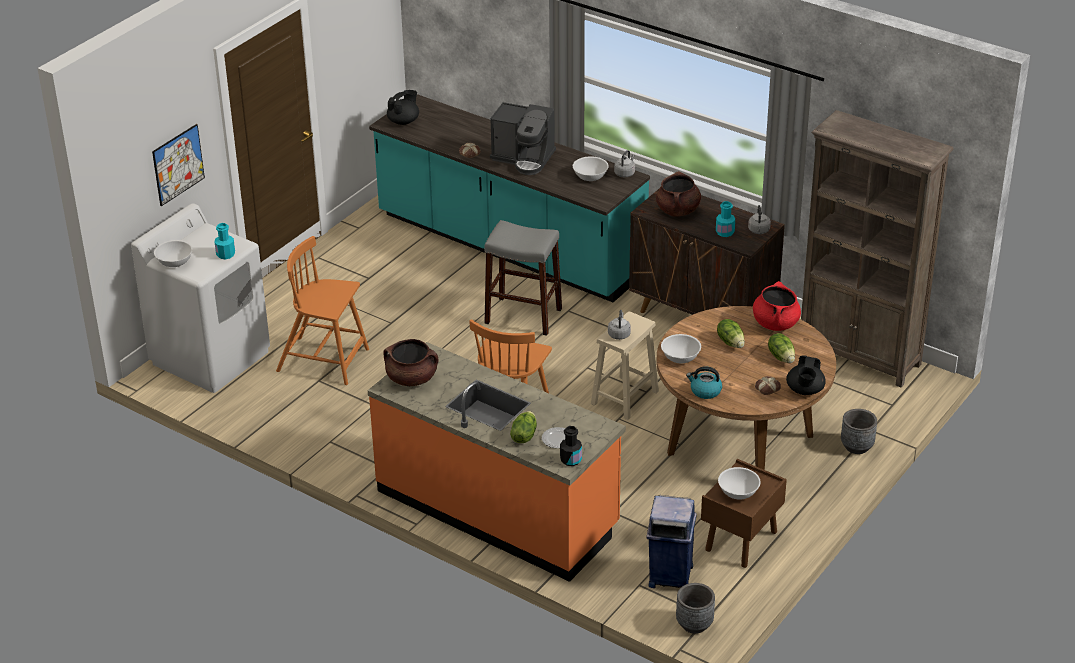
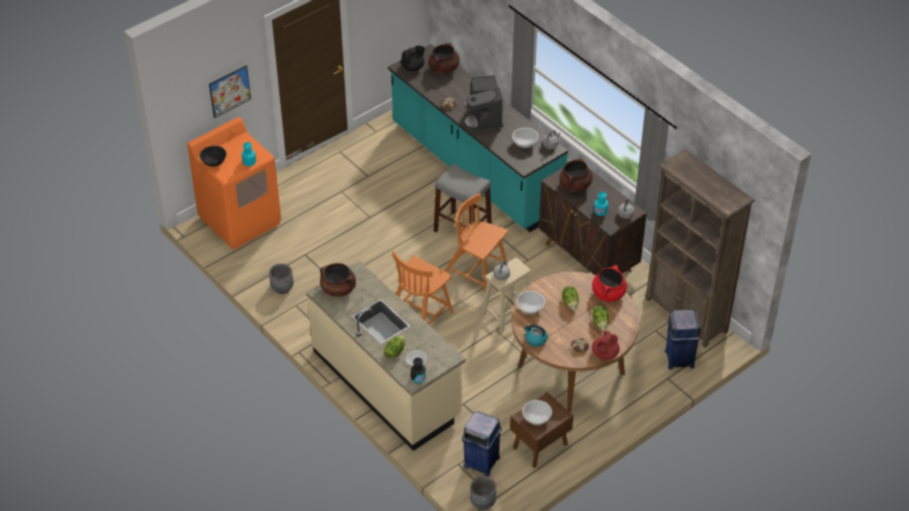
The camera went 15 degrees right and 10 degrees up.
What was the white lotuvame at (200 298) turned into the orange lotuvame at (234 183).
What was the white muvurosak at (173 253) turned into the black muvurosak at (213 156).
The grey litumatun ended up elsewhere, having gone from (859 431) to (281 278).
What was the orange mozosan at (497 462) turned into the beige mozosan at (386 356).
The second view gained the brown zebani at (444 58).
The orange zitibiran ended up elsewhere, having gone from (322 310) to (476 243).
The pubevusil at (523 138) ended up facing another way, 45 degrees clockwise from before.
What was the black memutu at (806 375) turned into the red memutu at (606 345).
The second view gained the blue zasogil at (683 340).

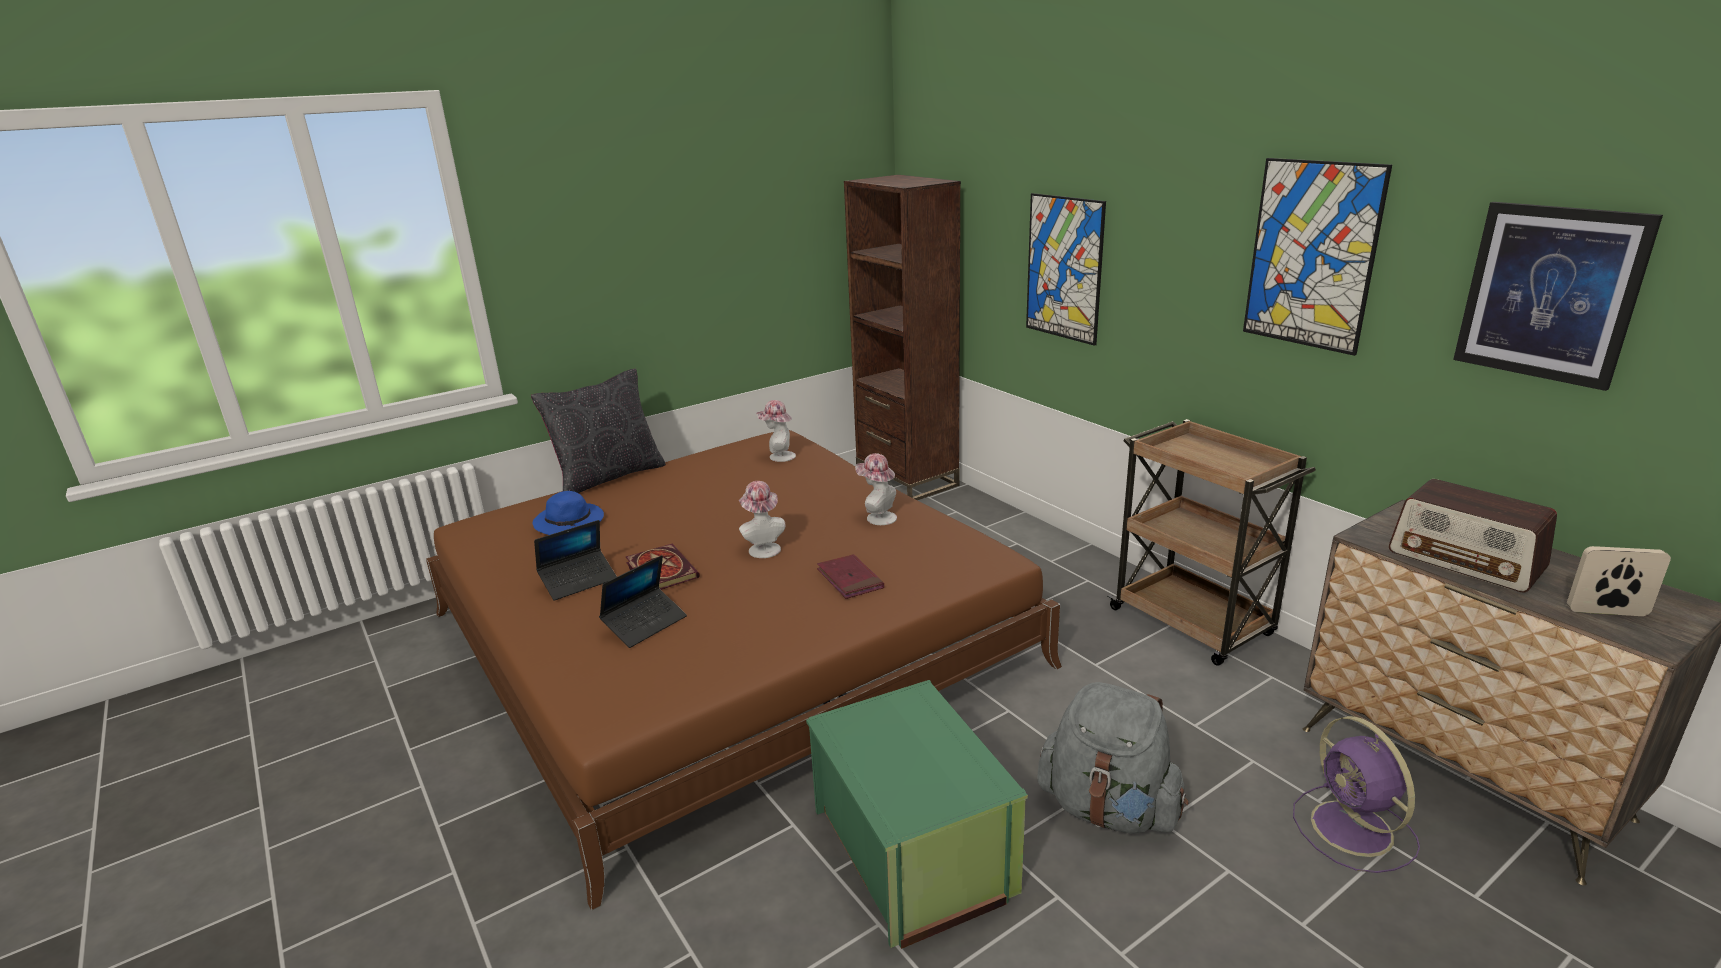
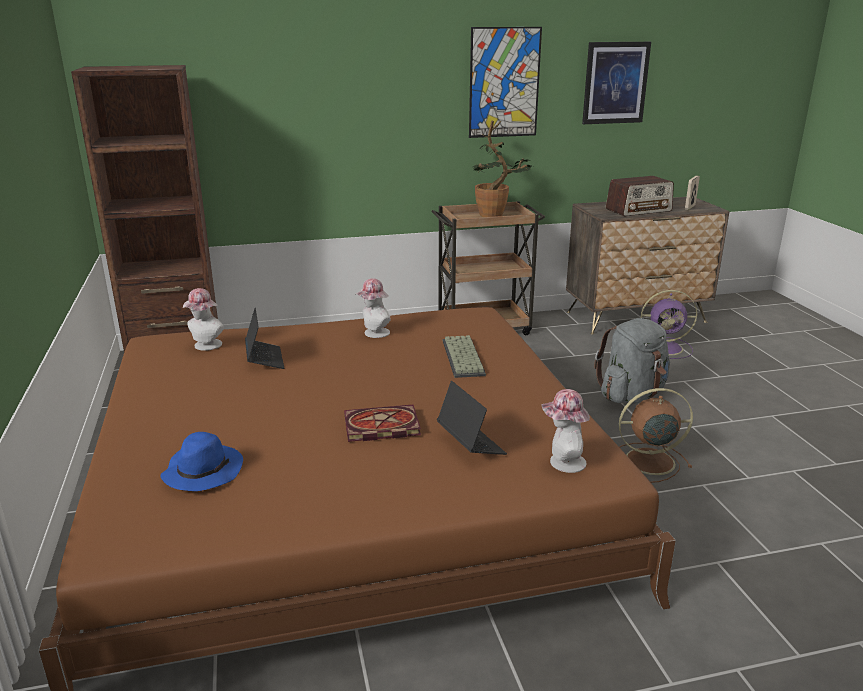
The camera went 70 degrees left and 0 degrees up.
The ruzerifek ended up elsewhere, having gone from (575 560) to (264 338).
Where the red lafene stood at (850 576), the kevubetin came to stand at (464 356).
The second view gained the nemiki at (502 169).
The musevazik ended up elsewhere, having gone from (762 519) to (565 431).
Where the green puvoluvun stood at (917 814), the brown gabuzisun came to stand at (656 435).
The second view lost the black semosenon at (598 431).
The second view lost the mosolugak at (1066 269).

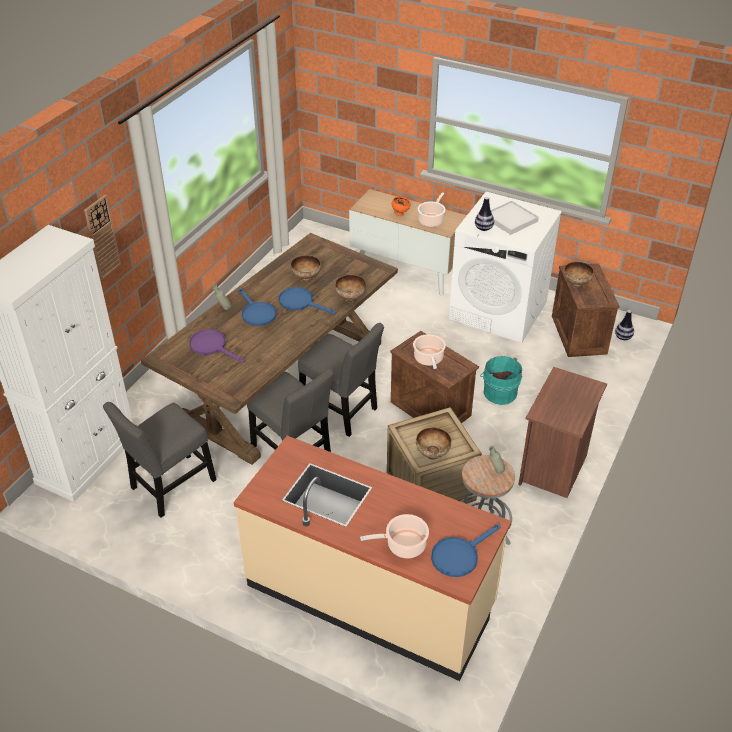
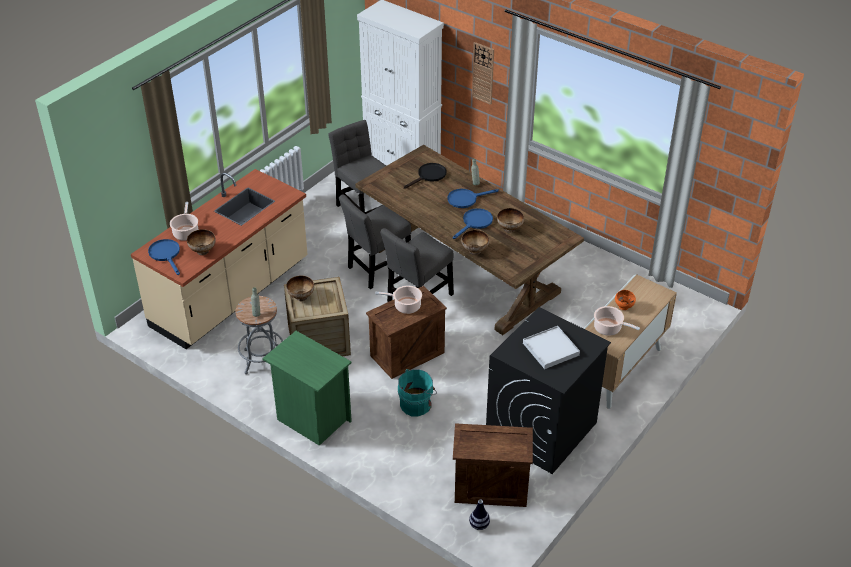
The camera went 100 degrees right and 0 degrees up.
The muvurosak ended up elsewhere, having gone from (579 274) to (201 242).
What was the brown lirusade at (562 432) turned into the green lirusade at (307 388).
What was the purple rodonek at (216 346) turned into the black rodonek at (425 176).
What was the white lotuvame at (505 267) turned into the black lotuvame at (548 390).
The second view lost the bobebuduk at (484 214).

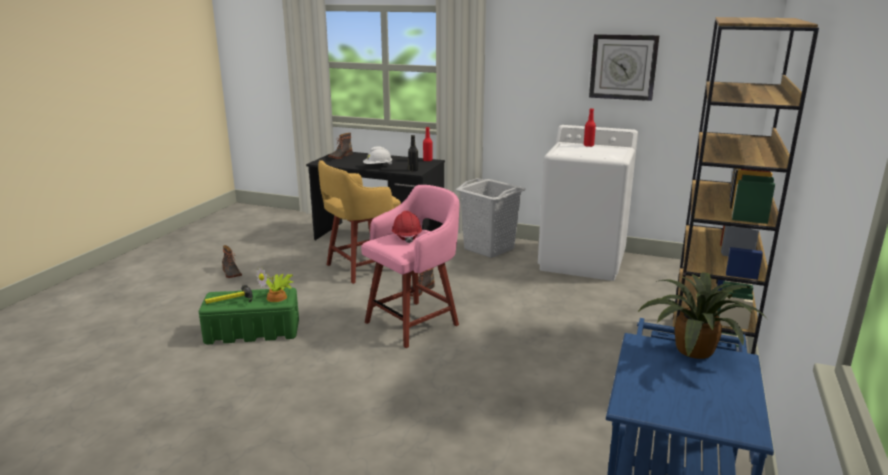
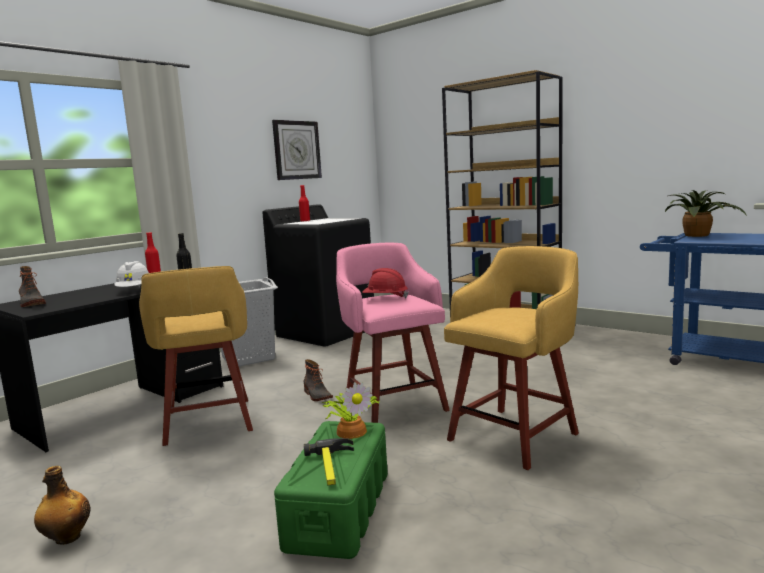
The camera went 70 degrees left and 10 degrees down.
Where the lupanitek stood at (232 261), the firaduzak came to stand at (62 505).
What was the white lotuvame at (588 203) turned into the black lotuvame at (318 275).
The second view gained the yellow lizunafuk at (511 358).

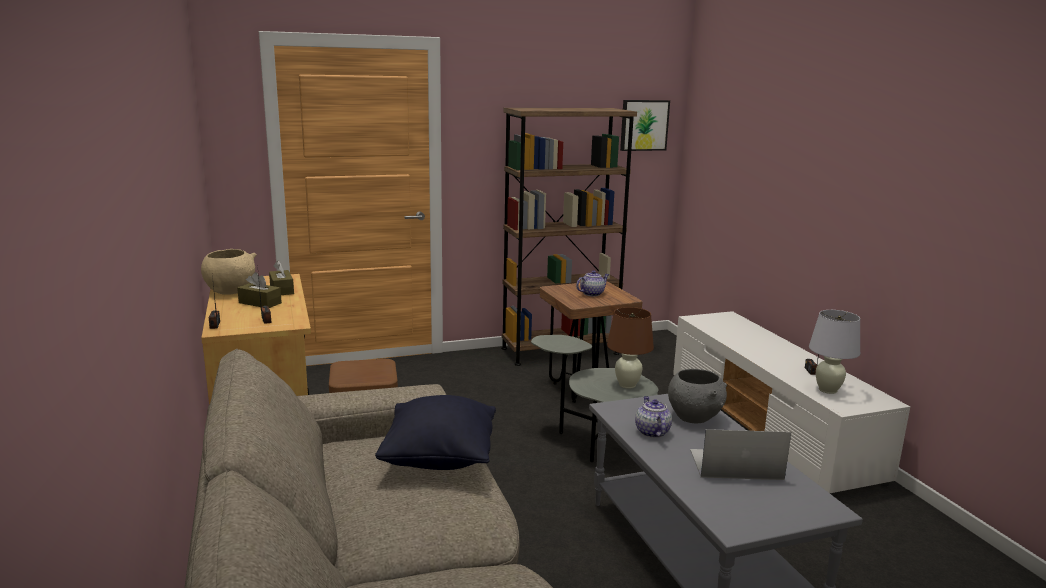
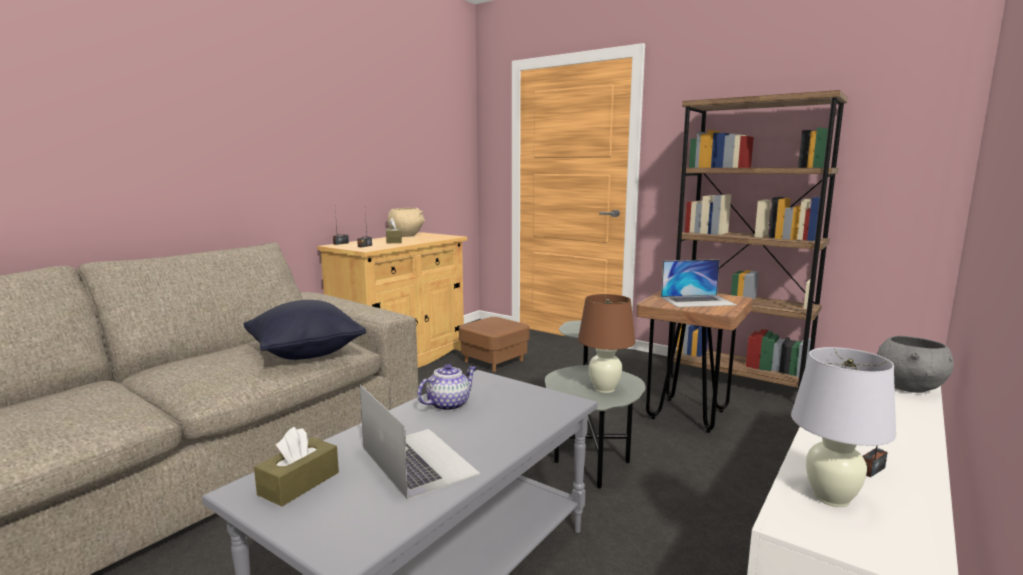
The camera went 55 degrees right and 5 degrees down.
The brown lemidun ended up elsewhere, having gone from (281 278) to (296 466).
Where the memutu stood at (592 283), the ruzerifek came to stand at (699 283).
The grey muvurosak ended up elsewhere, having gone from (697 396) to (915 364).
The second view lost the mosolugak at (645 125).

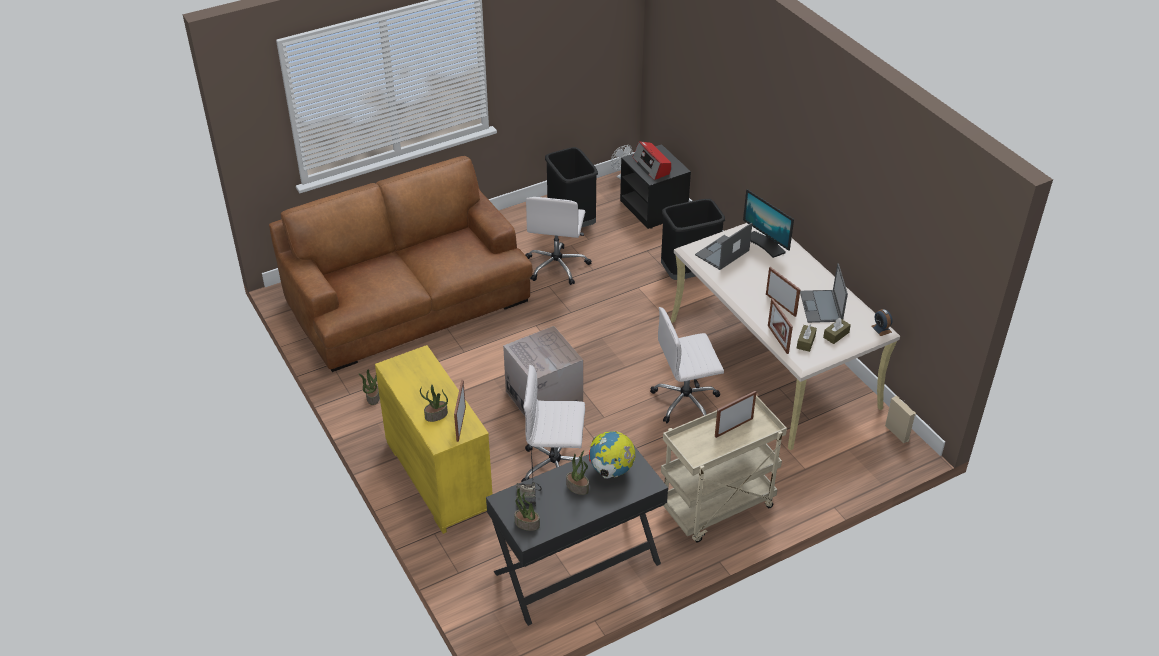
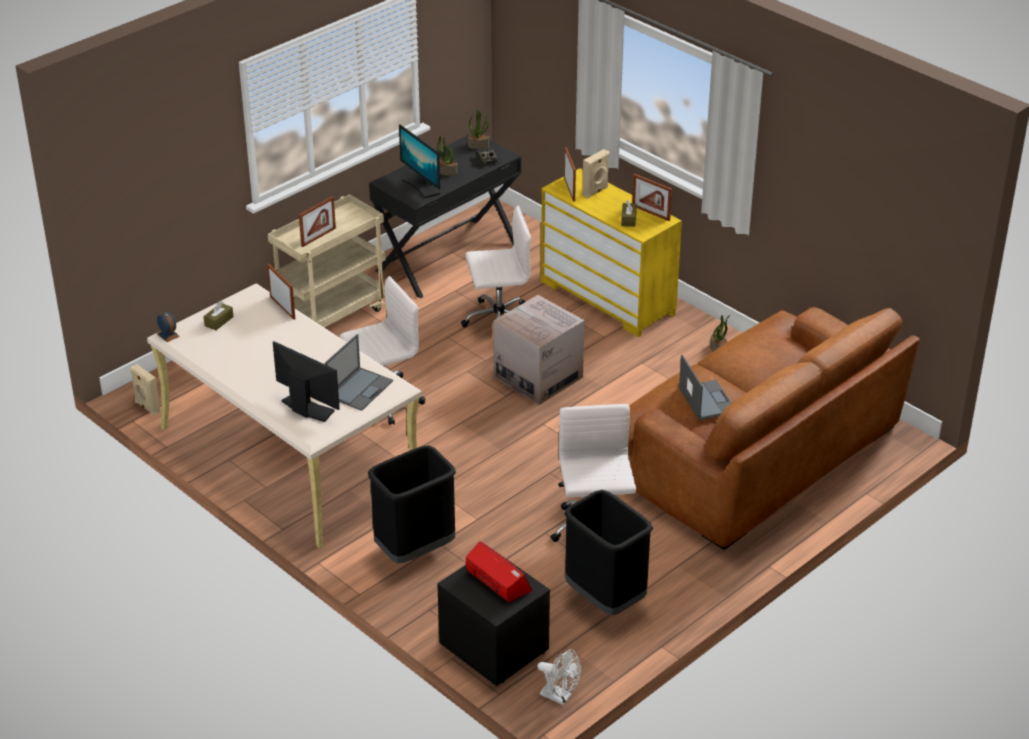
The camera went 165 degrees right and 5 degrees down.
Where the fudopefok stood at (612 455), the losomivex came to stand at (419 161).
Where the nemiki stood at (434 403), the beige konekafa came to stand at (595 173).
The brown lemidun ended up elsewhere, having gone from (807 338) to (629 213).
The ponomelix ended up elsewhere, having gone from (783 292) to (652 197).
The ruzerifek ended up elsewhere, having gone from (824 293) to (705 387).

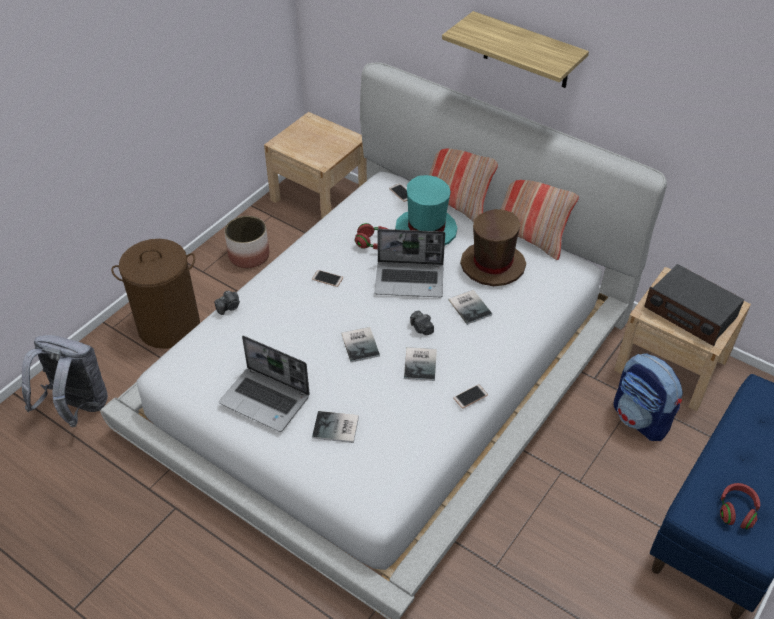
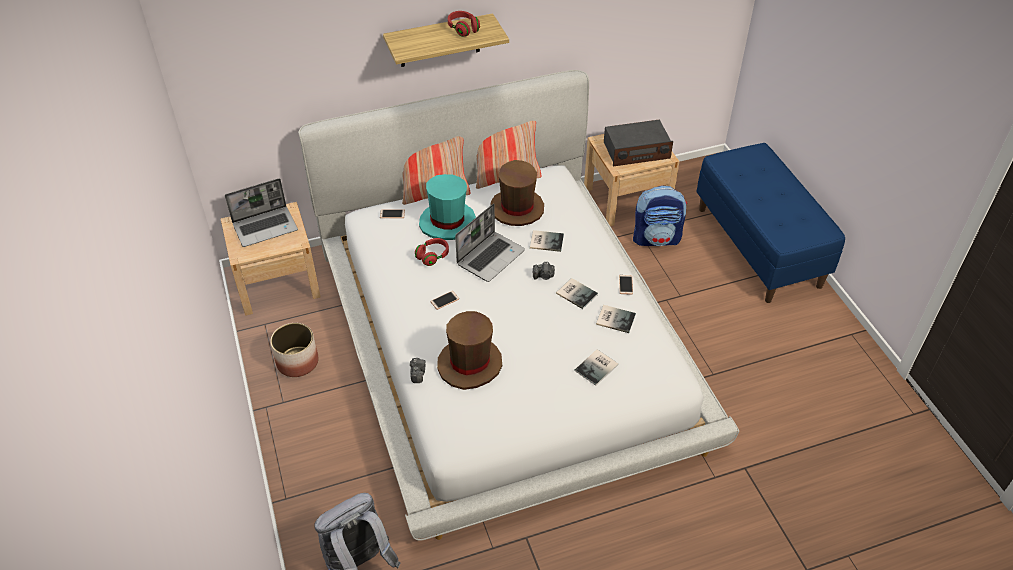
The camera went 55 degrees left and 0 degrees up.
The ruzerifek ended up elsewhere, having gone from (264 384) to (261 212).
The second view gained the brown musevazik at (469 350).
The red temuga ended up elsewhere, having gone from (740 506) to (464 24).
The lafene ended up elsewhere, having gone from (360 344) to (616 319).
The second view lost the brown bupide at (155 294).

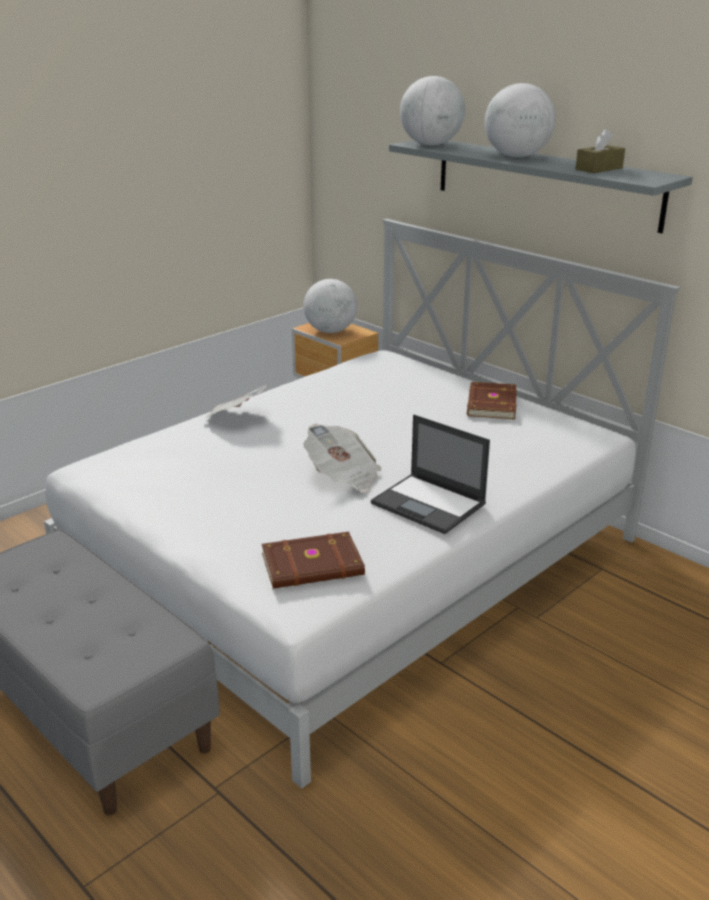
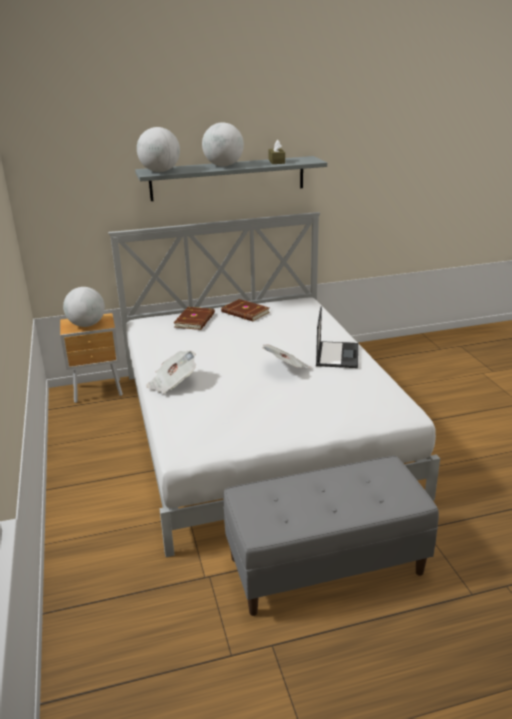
The camera went 60 degrees left and 0 degrees up.
The brown lafene ended up elsewhere, having gone from (313 560) to (194 318).
The ruzerifek at (430 474) ended up facing another way, 60 degrees counterclockwise from before.

